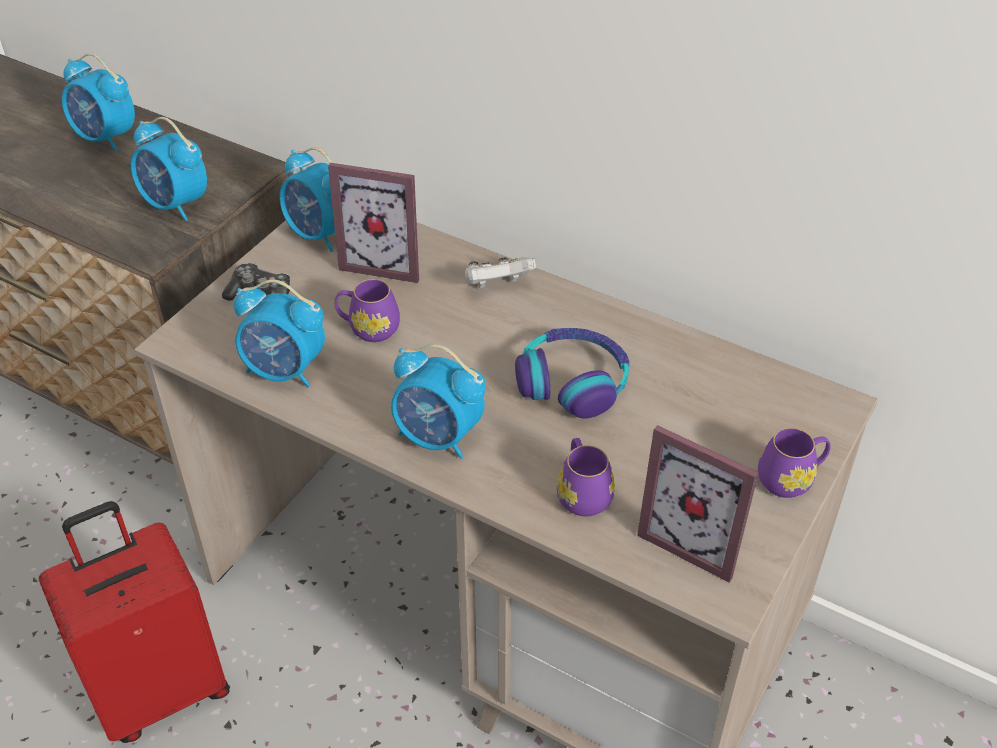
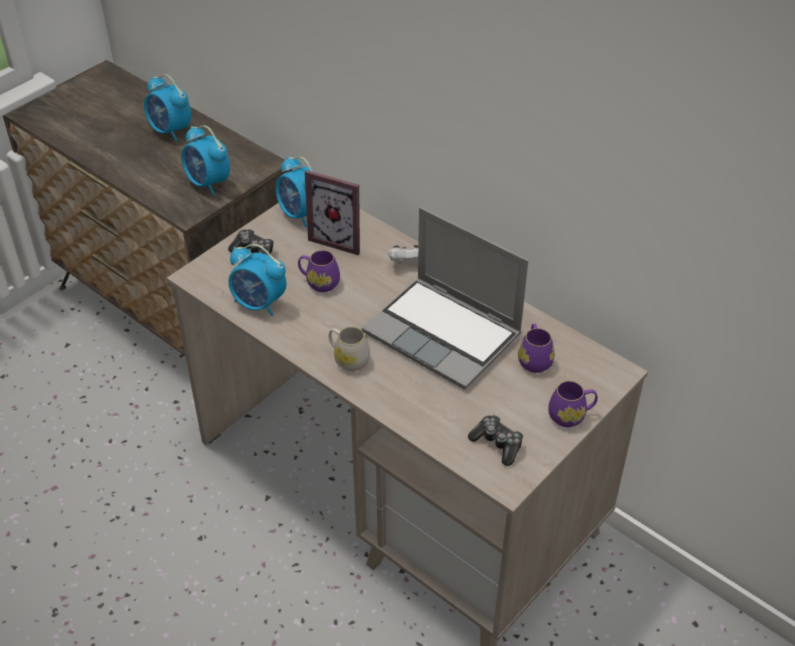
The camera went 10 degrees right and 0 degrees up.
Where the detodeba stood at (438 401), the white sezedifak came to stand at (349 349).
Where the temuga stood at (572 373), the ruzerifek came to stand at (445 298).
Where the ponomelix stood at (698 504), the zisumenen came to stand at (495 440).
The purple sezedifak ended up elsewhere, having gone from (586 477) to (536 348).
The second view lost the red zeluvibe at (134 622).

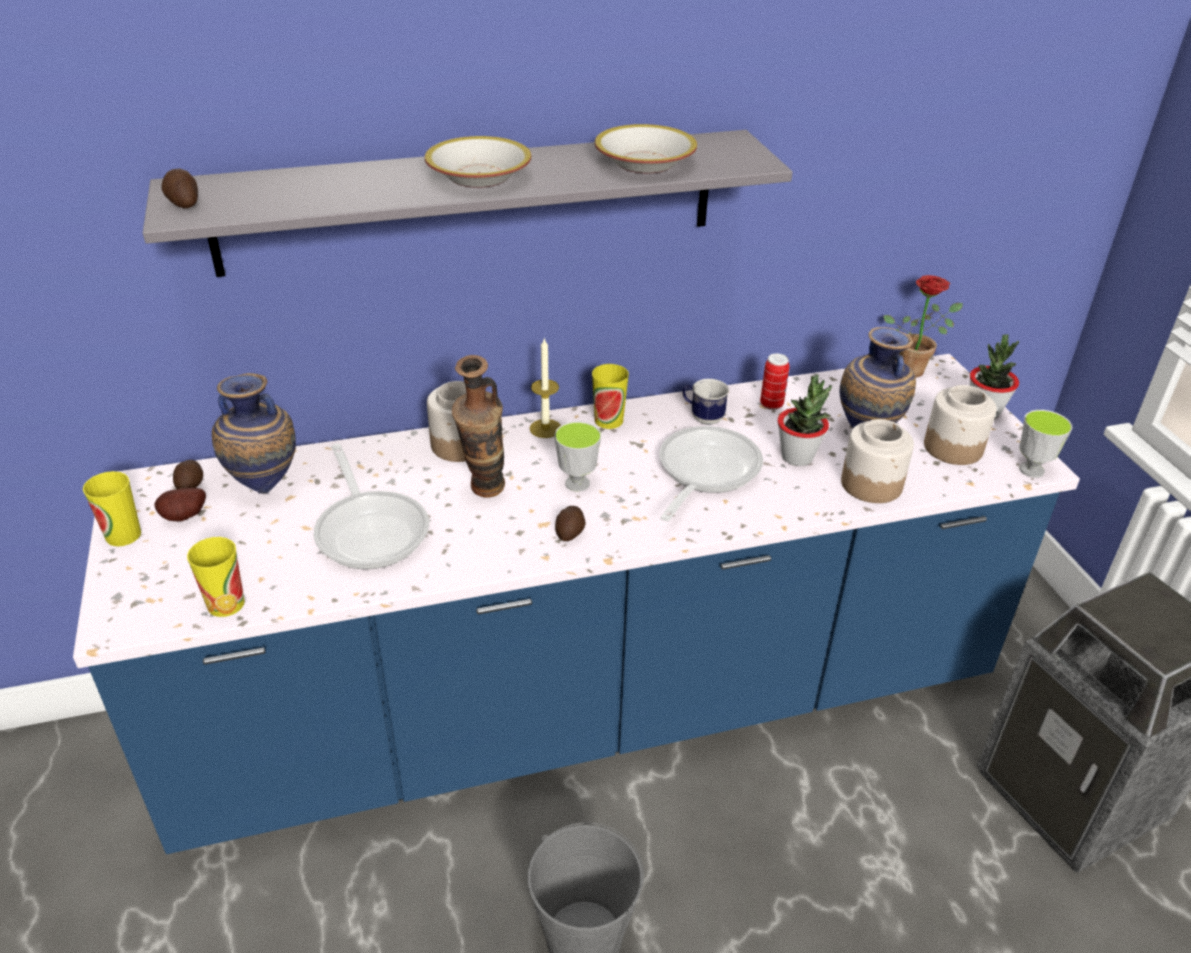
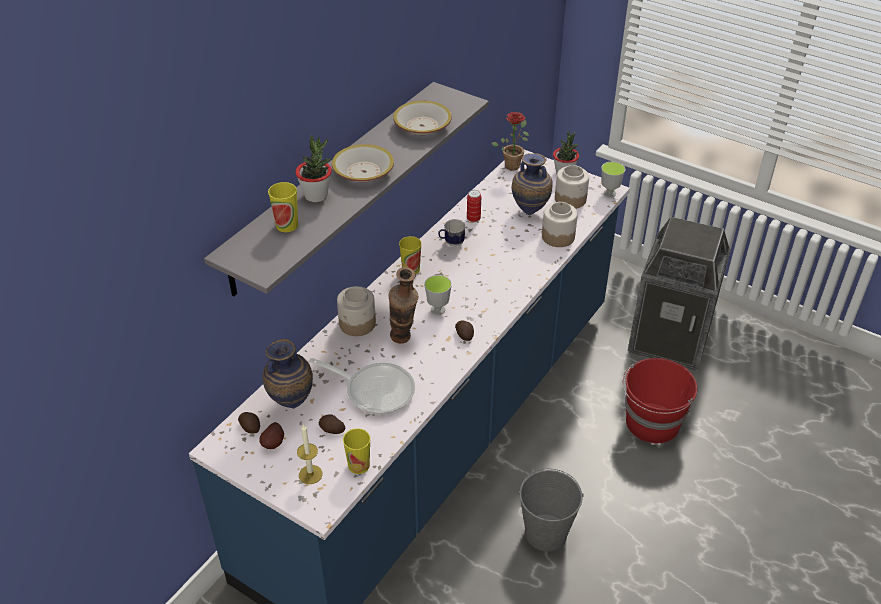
The camera went 40 degrees left and 5 degrees up.
The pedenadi ended up elsewhere, having gone from (112 508) to (283 207).
The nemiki ended up elsewhere, having gone from (805 420) to (313 168).
The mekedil ended up elsewhere, having gone from (545 388) to (310 454).
The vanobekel ended up elsewhere, having gone from (180 188) to (332 424).
The second view gained the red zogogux at (660 401).
The second view lost the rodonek at (711 473).

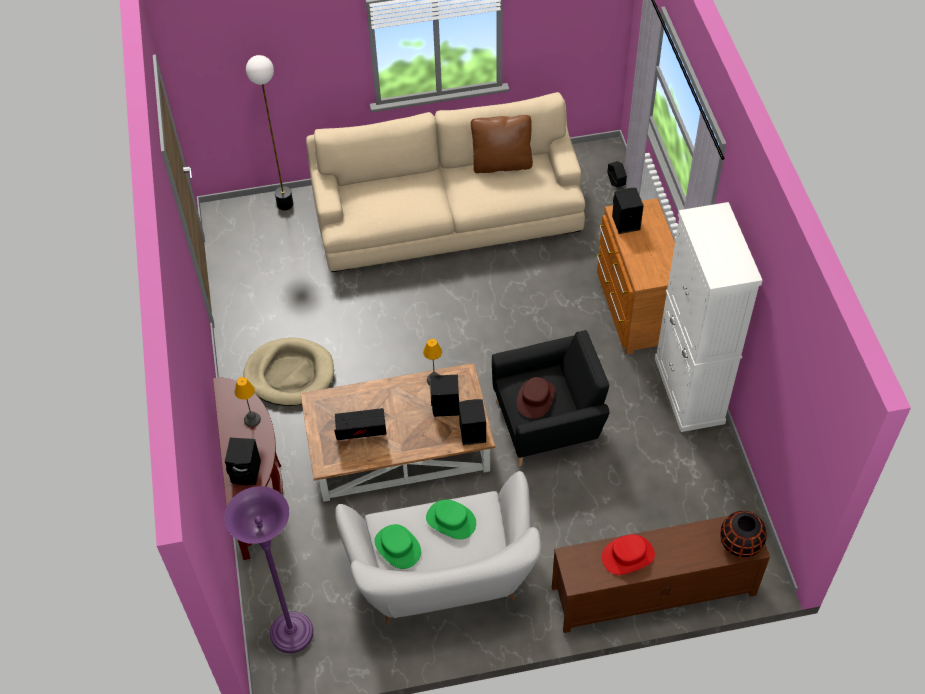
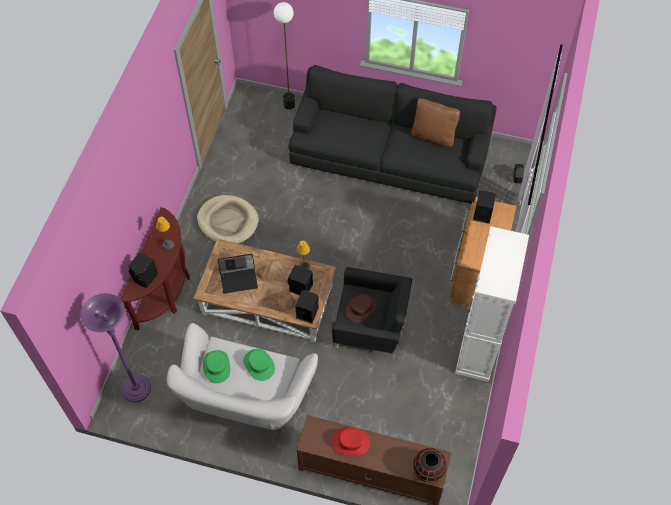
The camera went 25 degrees right and 5 degrees up.
The ruzerifek at (360 424) ended up facing another way, 150 degrees clockwise from before.
What was the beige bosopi at (445 182) turned into the black bosopi at (392 134).

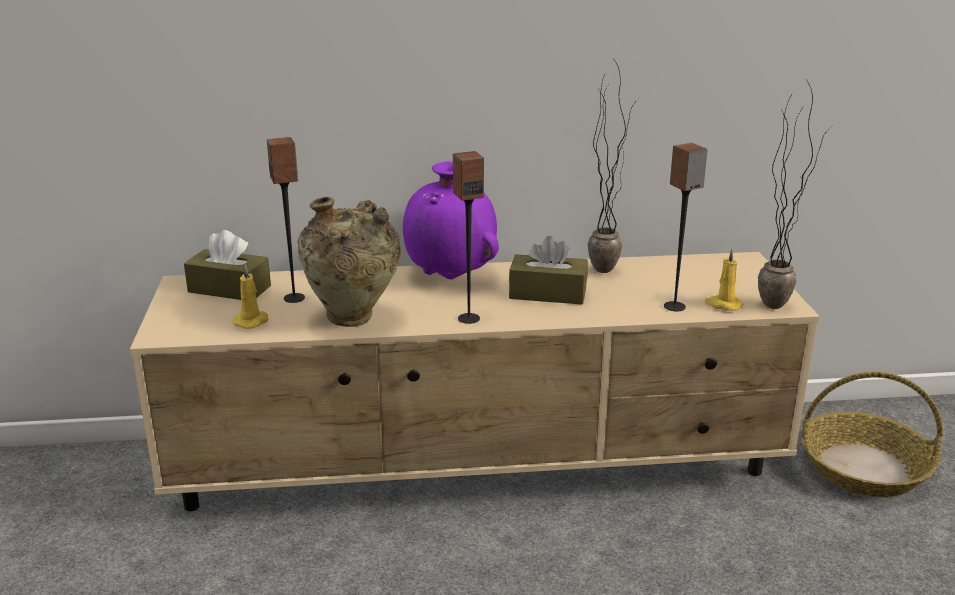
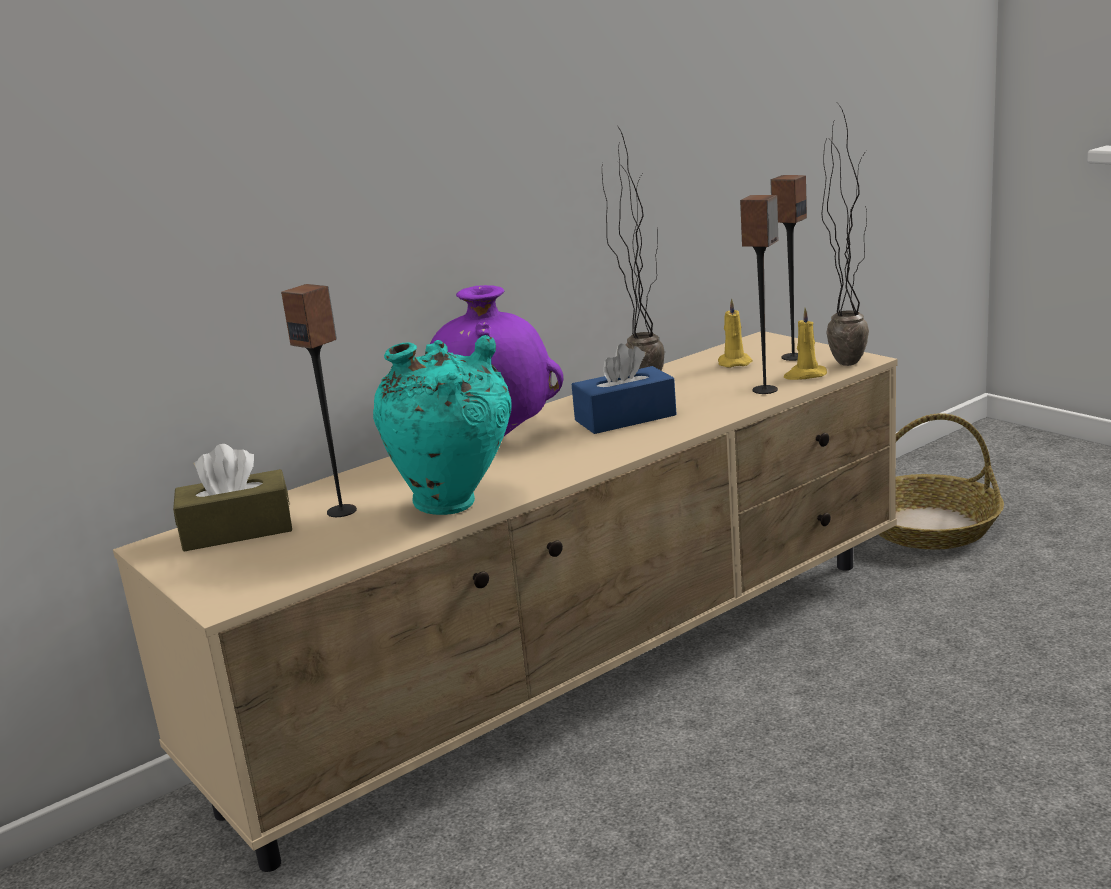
The camera went 30 degrees left and 5 degrees down.
What was the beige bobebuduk at (349 262) turned into the turquoise bobebuduk at (442 425).
What was the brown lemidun at (548 270) turned into the blue lemidun at (624 389).
The yellow mekedil ended up elsewhere, having gone from (251 296) to (735 333).
The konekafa ended up elsewhere, having gone from (468 237) to (788 268).

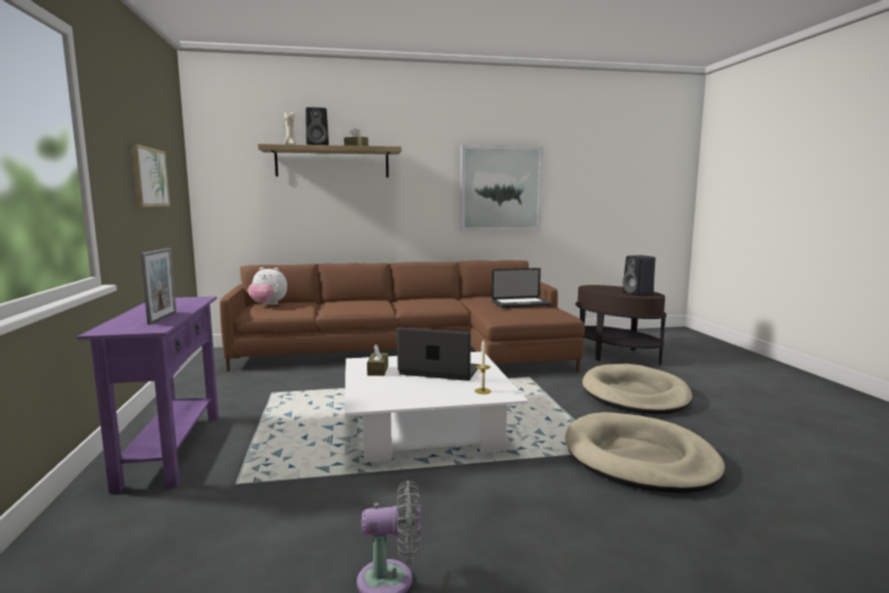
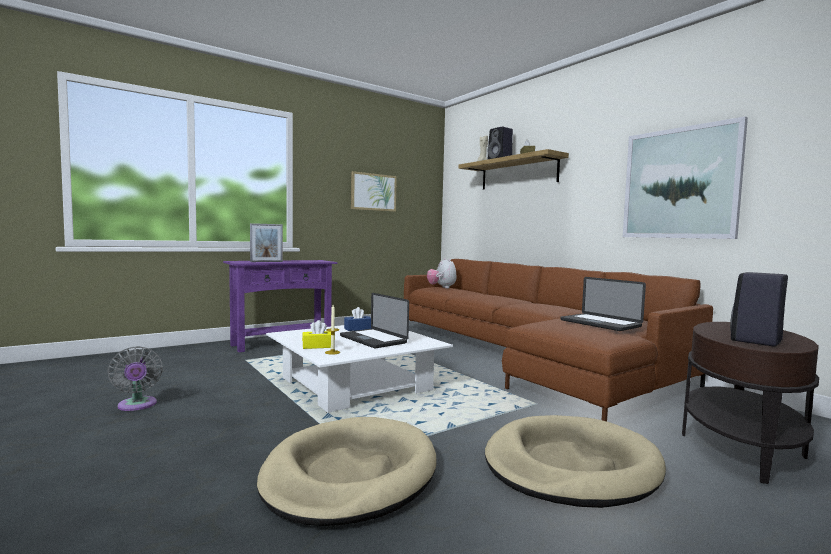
The camera went 65 degrees right and 5 degrees down.
The second view gained the yellow lemidun at (316 334).
The ruzerifek at (438 354) ended up facing another way, 150 degrees clockwise from before.
What was the brown lemidun at (377 360) turned into the blue lemidun at (358 319).

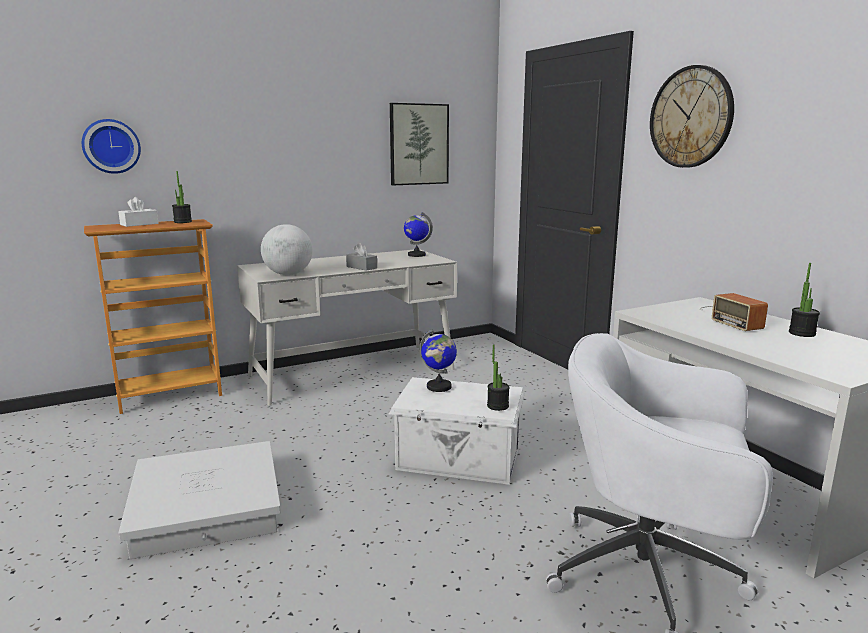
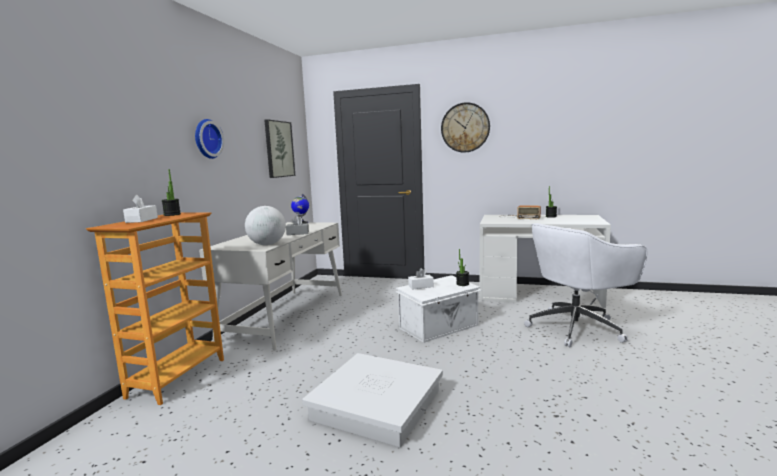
The camera went 45 degrees left and 5 degrees down.
The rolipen ended up elsewhere, having gone from (111 146) to (209 139).
Where the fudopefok stood at (438 360), the white lemidun came to stand at (421 279).

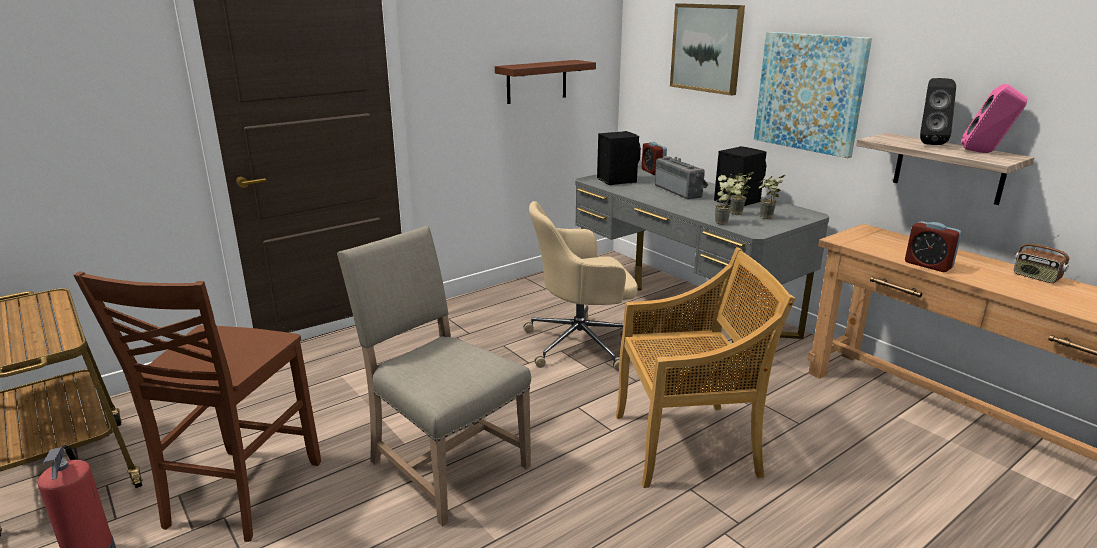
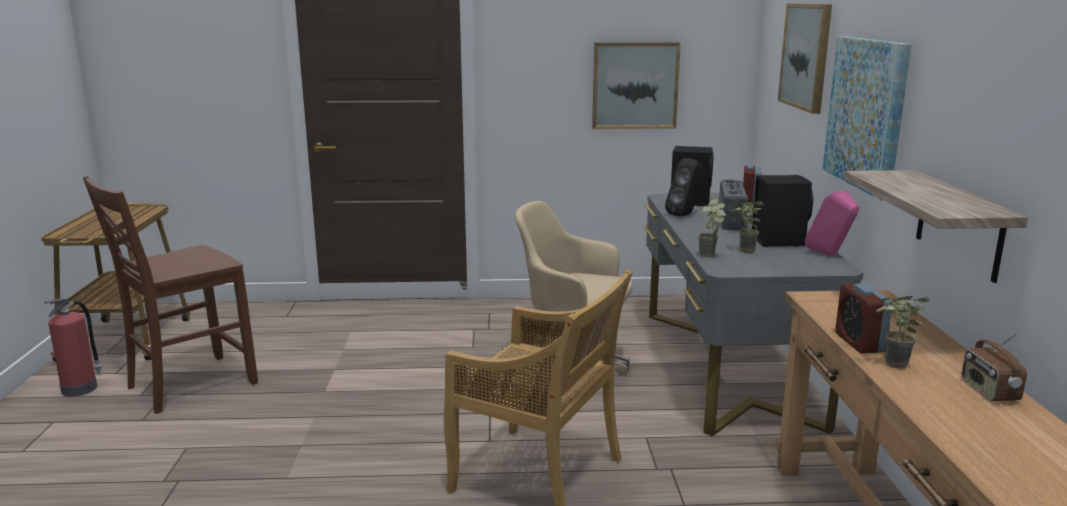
The camera went 35 degrees right and 5 degrees down.
Where the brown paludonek hung at (545 82), the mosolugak came to hang at (636 85).
The black konekafa ended up elsewhere, having gone from (938 111) to (685 187).
The pink konekafa ended up elsewhere, having gone from (994 118) to (832 223).
The nemiki ended up elsewhere, having gone from (771 196) to (903 332).
The second view lost the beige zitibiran at (434 376).

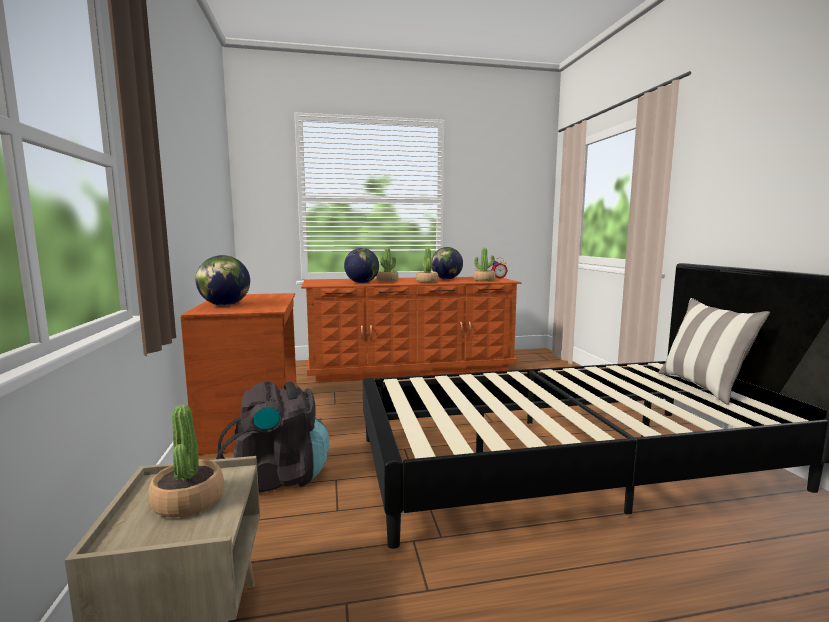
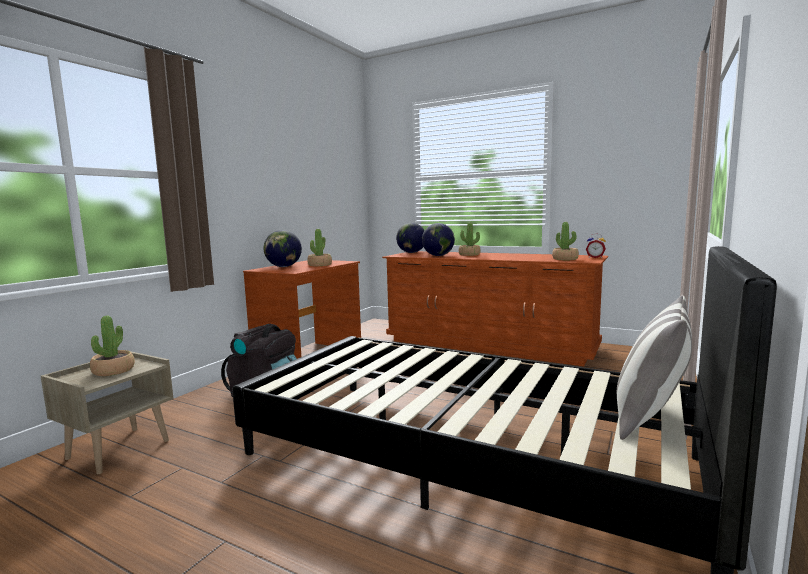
The camera went 40 degrees right and 0 degrees up.
The nemiki ended up elsewhere, having gone from (427 265) to (319 247).
The fudopefok ended up elsewhere, having gone from (447 263) to (410 238).

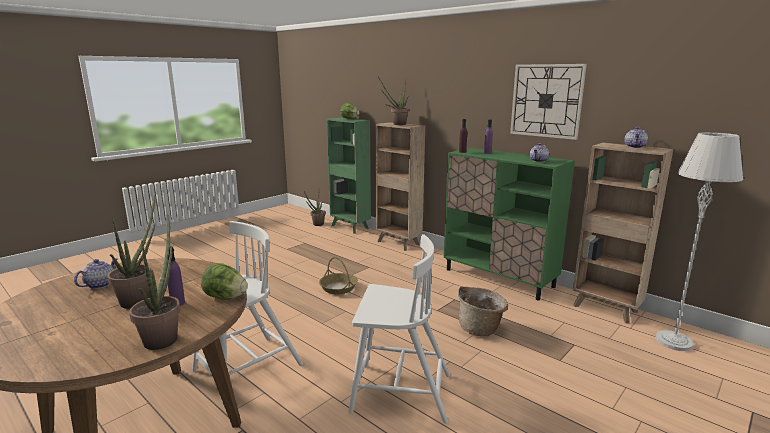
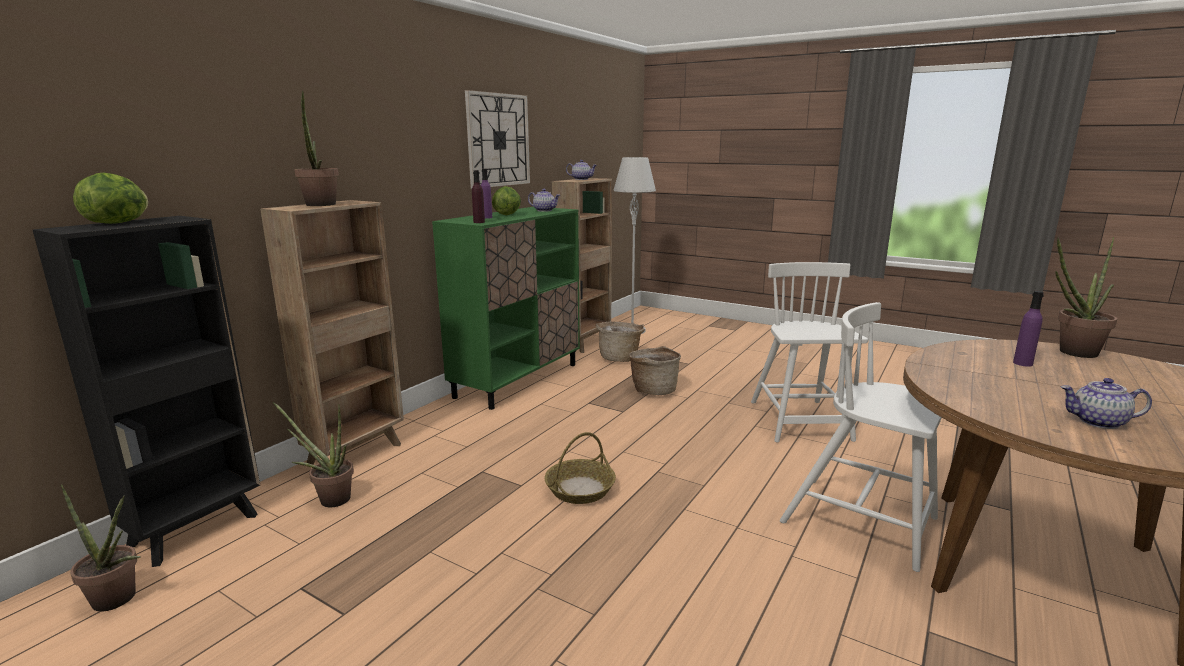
The camera went 100 degrees left and 0 degrees up.
What was the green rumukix at (348 175) turned into the black rumukix at (146 391).
The nemiki ended up elsewhere, having gone from (132 252) to (313 454).
The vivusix ended up elsewhere, having gone from (224 281) to (506 200).
The second view gained the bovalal at (620 341).

